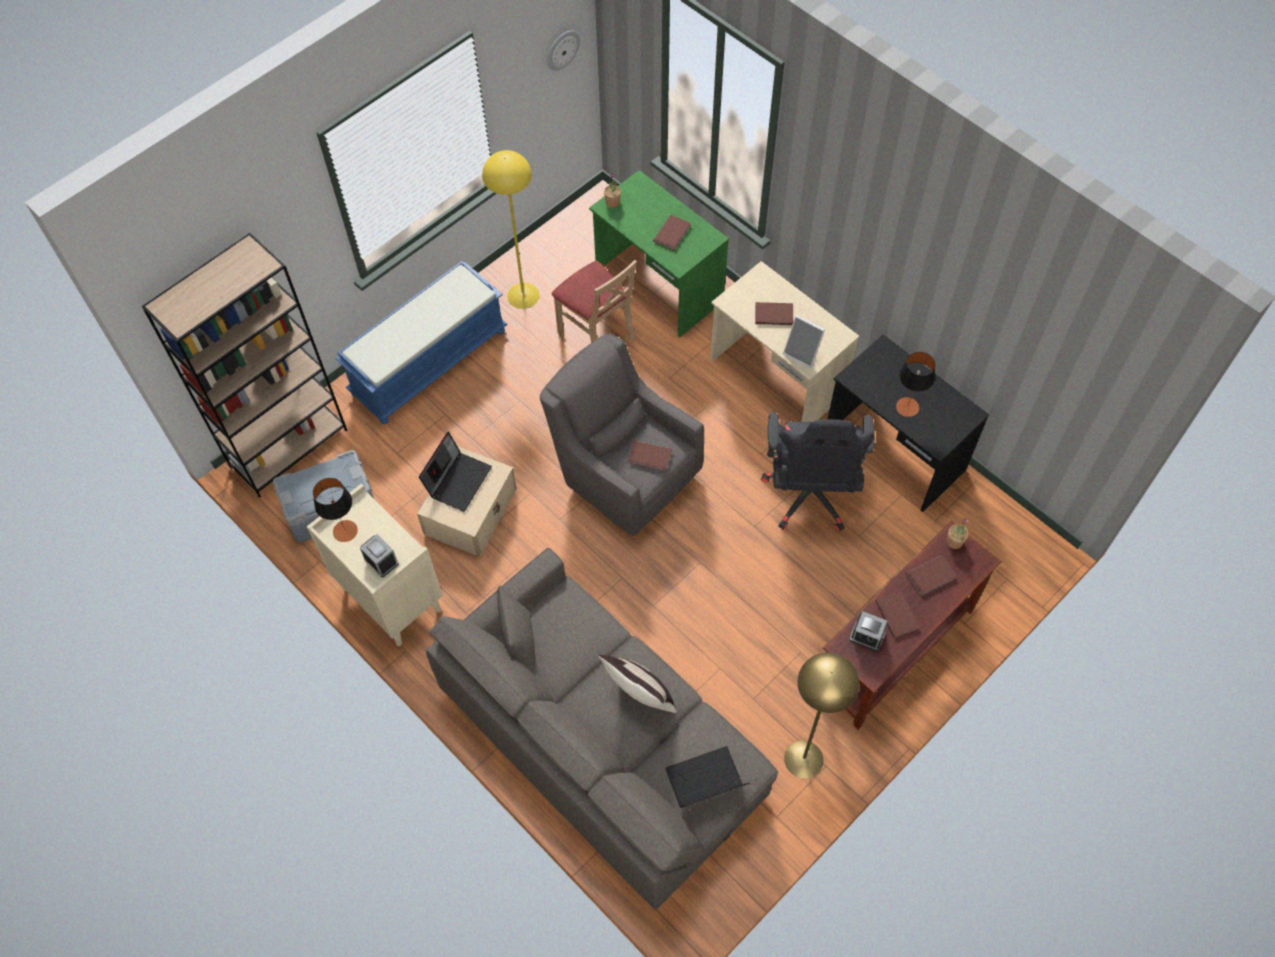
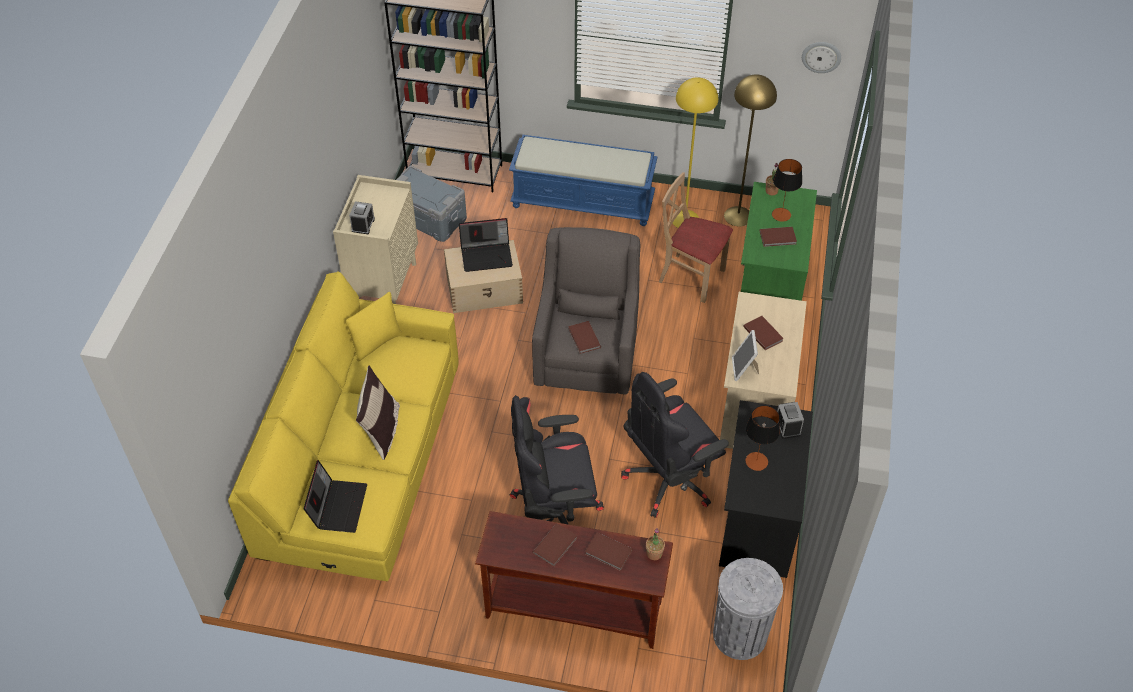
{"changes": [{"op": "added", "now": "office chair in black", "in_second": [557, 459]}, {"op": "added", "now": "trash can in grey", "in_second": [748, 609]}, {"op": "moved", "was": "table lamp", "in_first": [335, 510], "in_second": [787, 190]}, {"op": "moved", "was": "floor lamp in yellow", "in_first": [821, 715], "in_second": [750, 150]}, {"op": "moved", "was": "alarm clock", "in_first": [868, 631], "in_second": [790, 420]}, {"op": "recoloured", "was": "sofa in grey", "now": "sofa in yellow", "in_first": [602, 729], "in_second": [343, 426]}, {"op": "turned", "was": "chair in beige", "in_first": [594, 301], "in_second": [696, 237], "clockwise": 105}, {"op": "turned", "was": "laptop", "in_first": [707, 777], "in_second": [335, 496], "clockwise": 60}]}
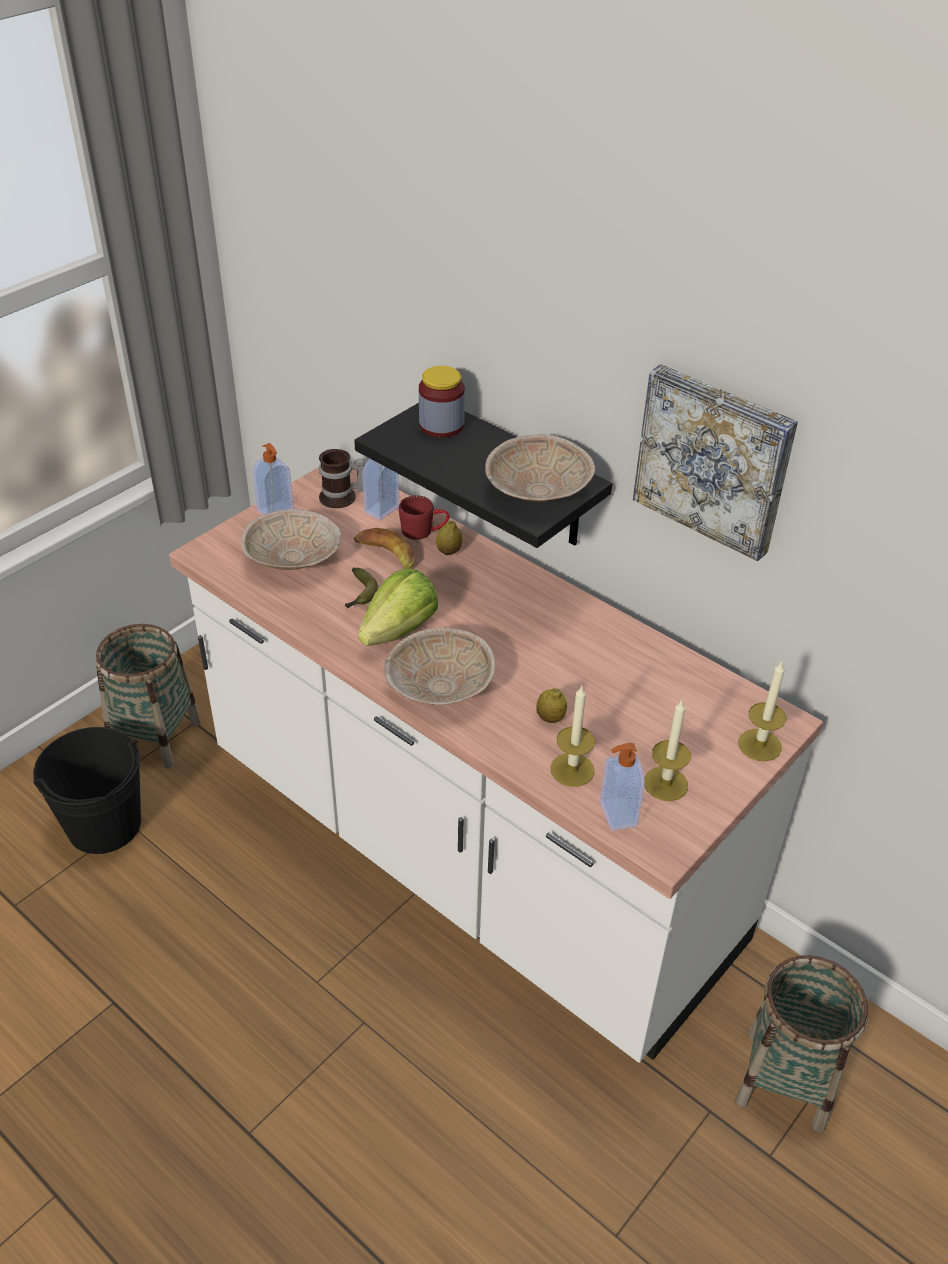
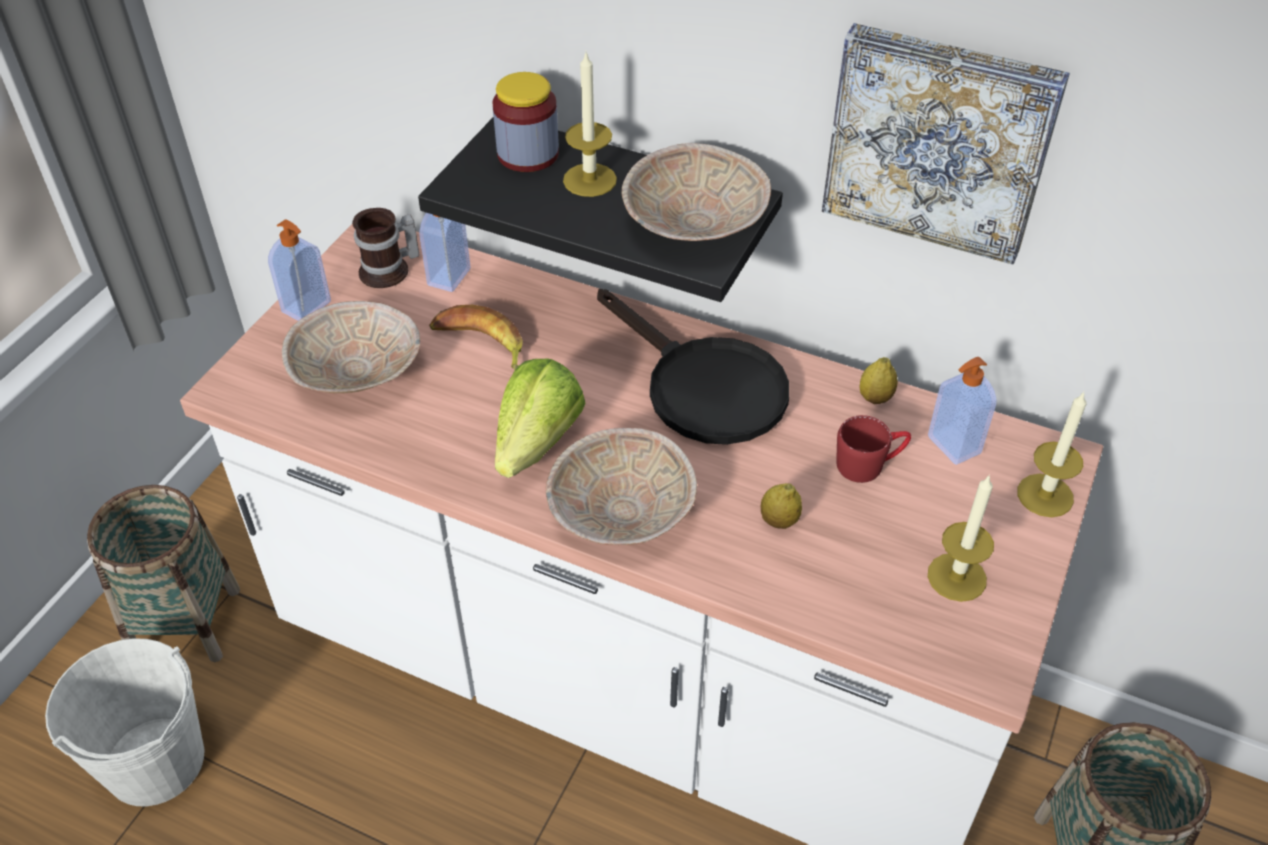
{"changes": [{"op": "removed", "was": "banana", "in_first": [361, 588]}, {"op": "added", "now": "frying pan in black", "in_second": [693, 367]}, {"op": "moved", "was": "mug in red", "in_first": [424, 517], "in_second": [873, 449]}, {"op": "moved", "was": "lemon", "in_first": [449, 538], "in_second": [879, 380]}, {"op": "moved", "was": "candle", "in_first": [573, 736], "in_second": [590, 125]}, {"op": "moved", "was": "soap dispenser", "in_first": [622, 787], "in_second": [962, 411]}, {"op": "recoloured", "was": "bucket in black", "now": "bucket in white", "in_first": [87, 790], "in_second": [124, 722]}]}
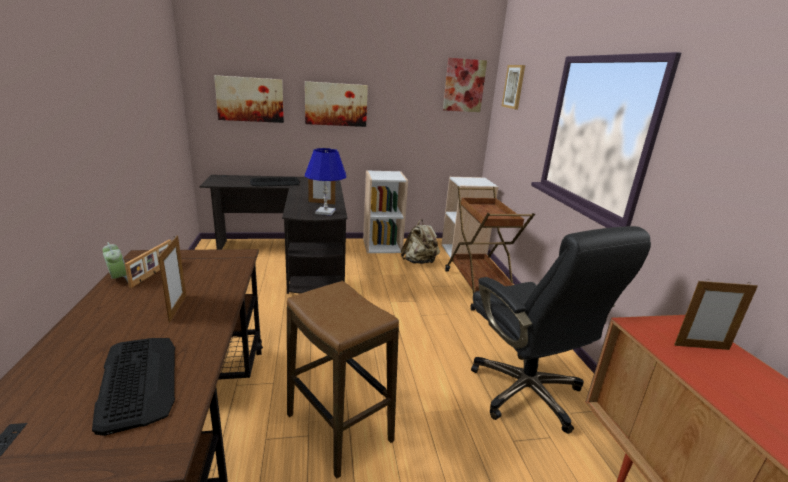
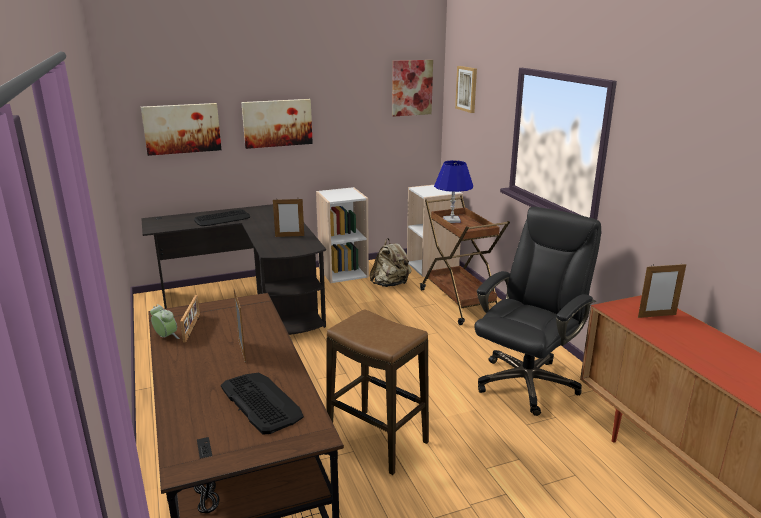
{"changes": [{"op": "moved", "was": "table lamp in blue", "in_first": [325, 182], "in_second": [453, 191]}, {"op": "turned", "was": "office chair in black", "in_first": [561, 330], "in_second": [537, 311], "clockwise": -105}]}
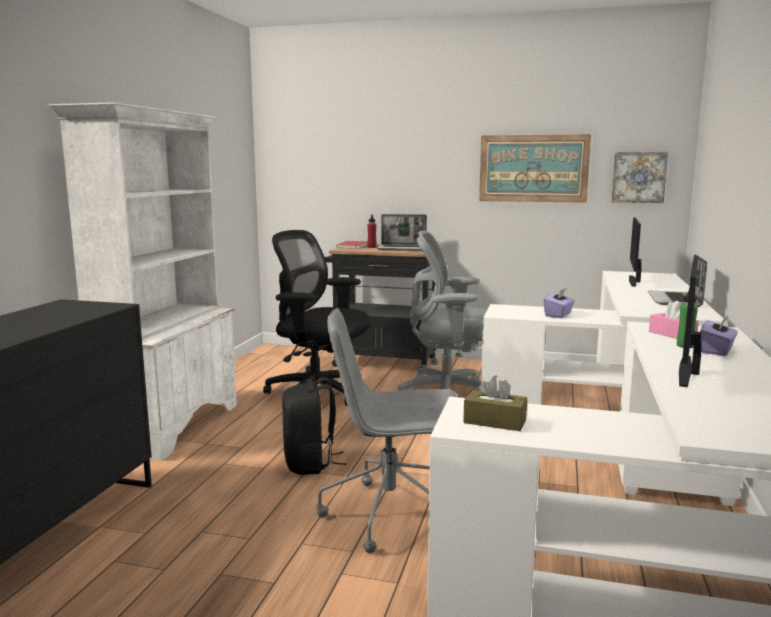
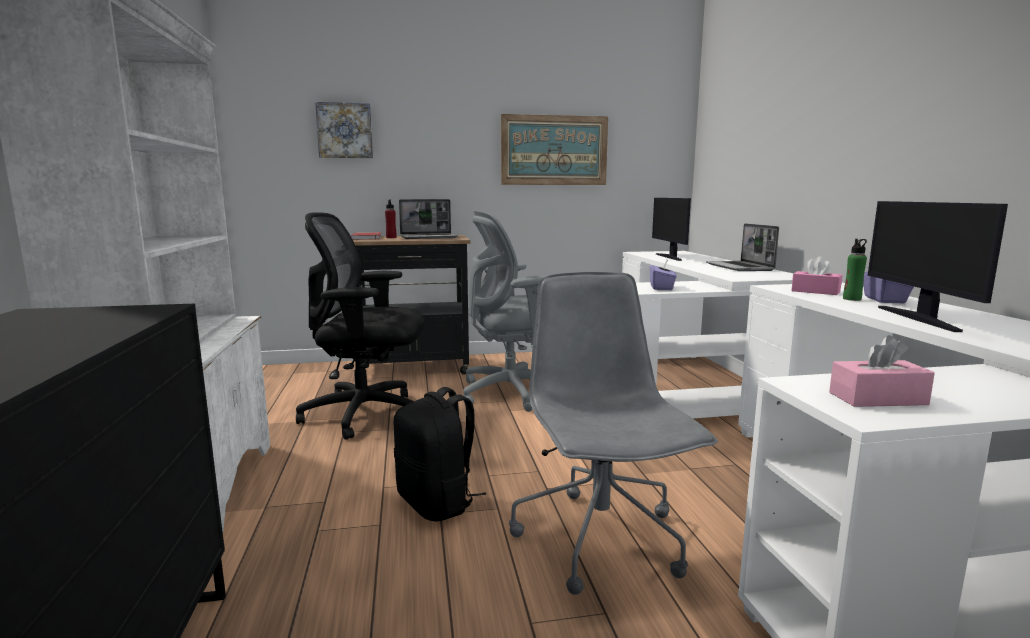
{"changes": [{"op": "moved", "was": "picture", "in_first": [639, 177], "in_second": [344, 130]}, {"op": "recoloured", "was": "tissue box in brown", "now": "tissue box in pink", "in_first": [495, 403], "in_second": [882, 371]}, {"op": "turned", "was": "office chair in grey", "in_first": [387, 430], "in_second": [613, 433], "clockwise": 105}]}
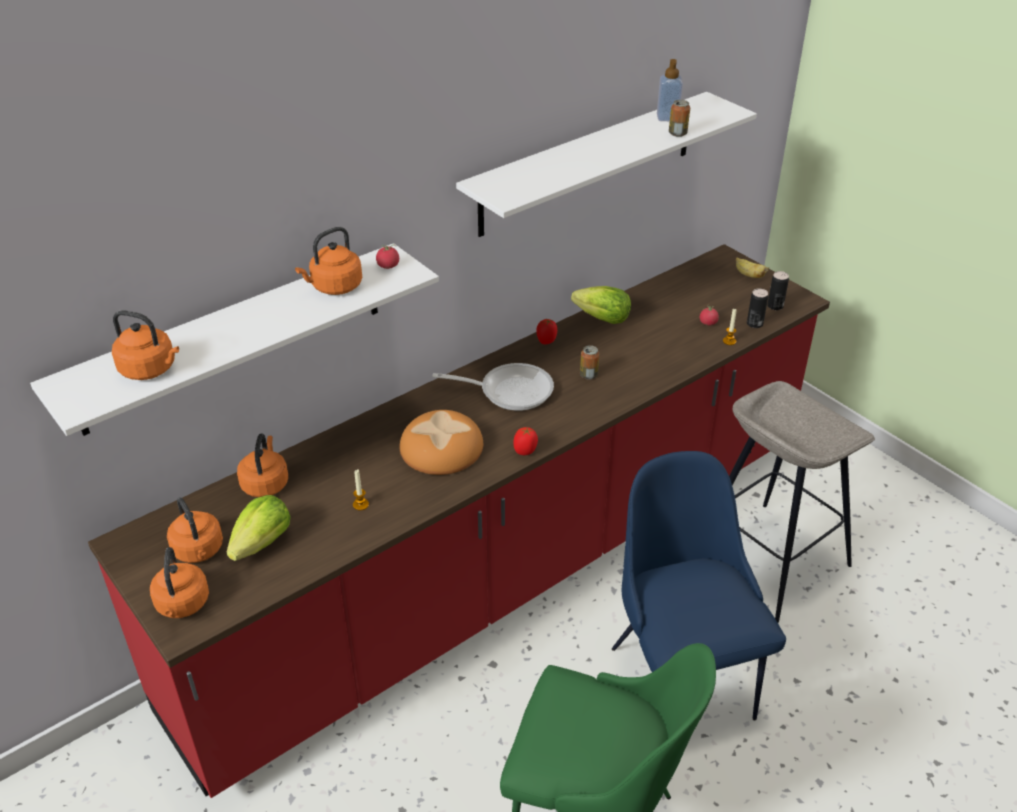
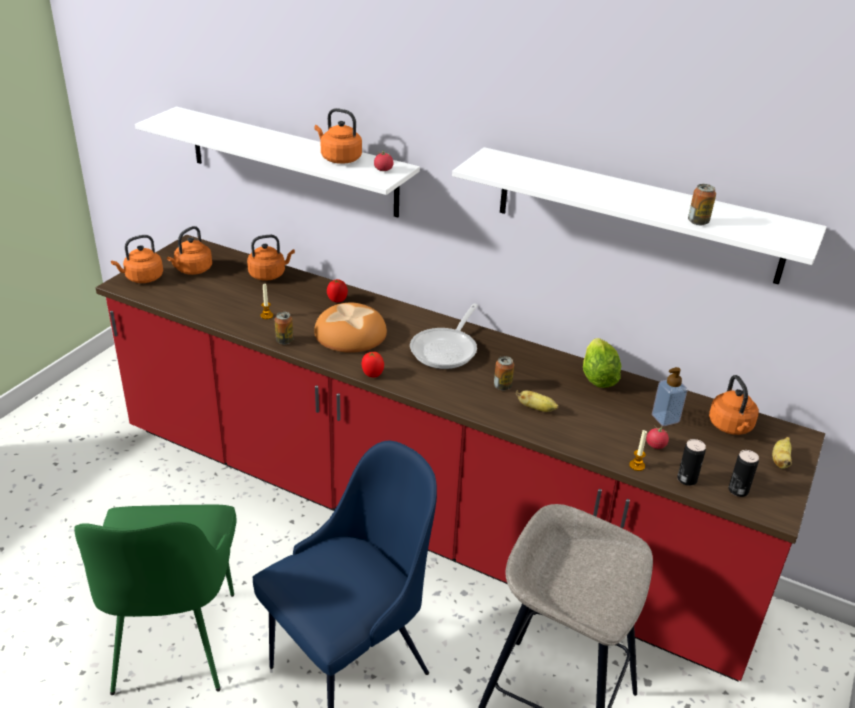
{"changes": [{"op": "removed", "was": "lettuce", "in_first": [259, 528]}, {"op": "added", "now": "can", "in_second": [284, 328]}, {"op": "added", "now": "banana", "in_second": [537, 401]}, {"op": "moved", "was": "kettle in orange", "in_first": [145, 345], "in_second": [734, 405]}, {"op": "moved", "was": "tomato", "in_first": [546, 331], "in_second": [337, 290]}, {"op": "moved", "was": "soap dispenser", "in_first": [670, 90], "in_second": [670, 396]}, {"op": "turned", "was": "frying pan", "in_first": [493, 387], "in_second": [444, 336], "clockwise": 45}]}
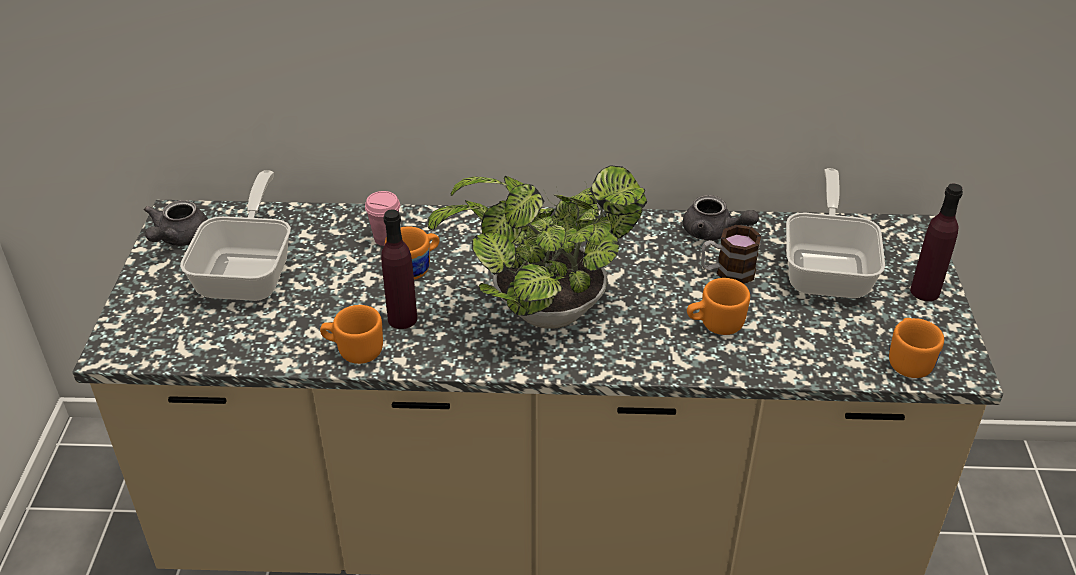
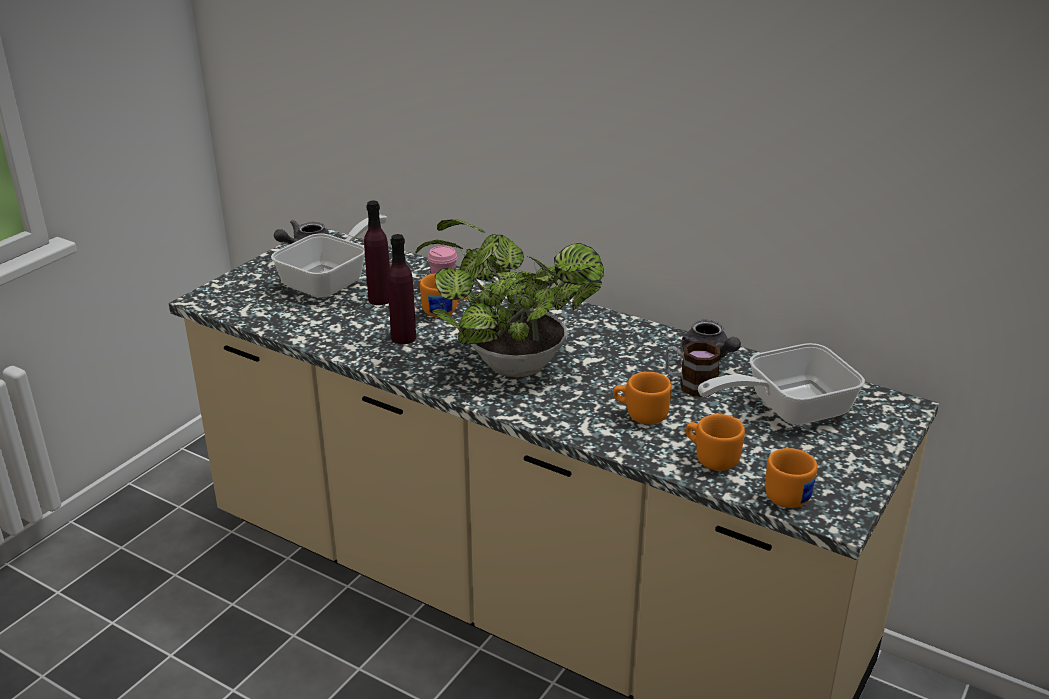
{"changes": [{"op": "moved", "was": "mug in orange", "in_first": [351, 334], "in_second": [715, 442]}, {"op": "moved", "was": "bottle in purple", "in_first": [936, 242], "in_second": [377, 253]}, {"op": "turned", "was": "frying pan", "in_first": [835, 233], "in_second": [781, 384], "clockwise": -150}]}
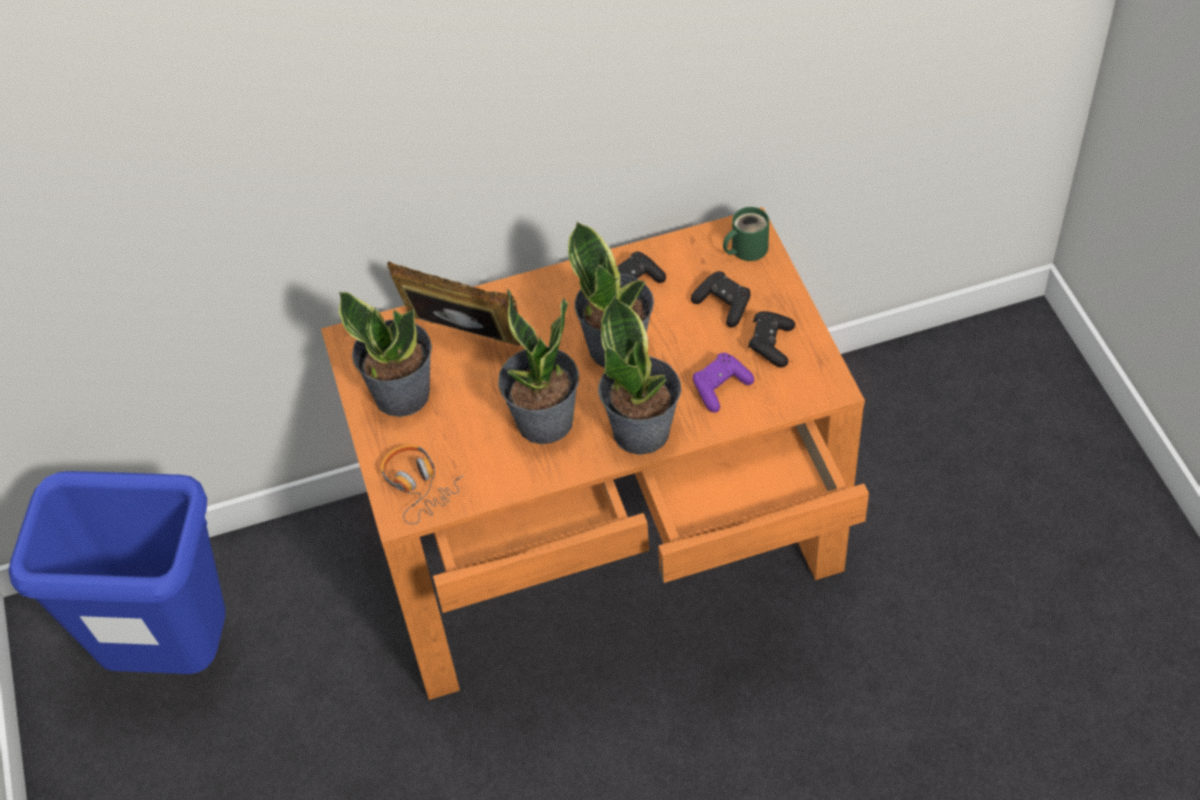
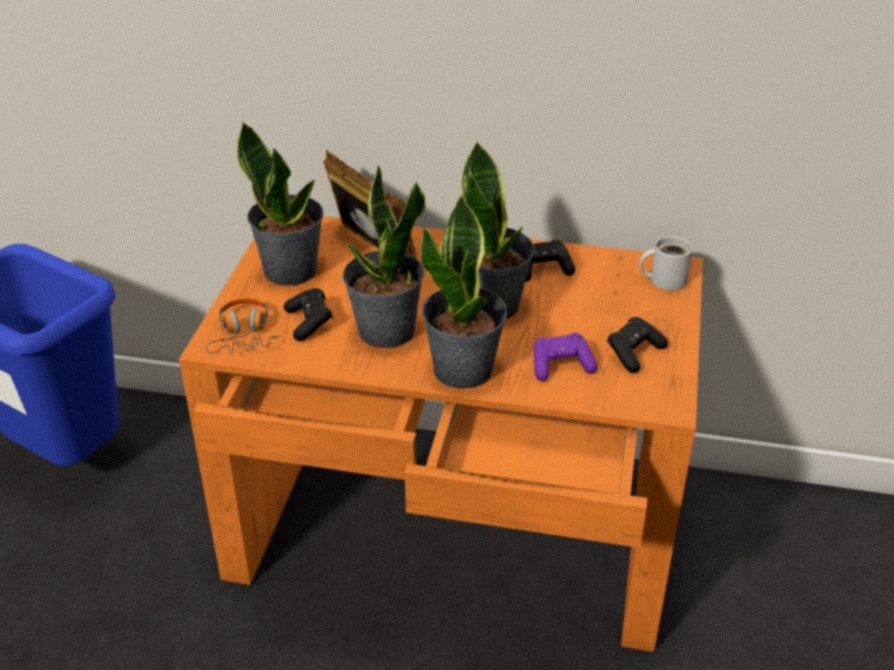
{"changes": [{"op": "moved", "was": "game controller in black", "in_first": [721, 299], "in_second": [308, 314]}, {"op": "recoloured", "was": "mug in green", "now": "mug in white", "in_first": [746, 234], "in_second": [666, 263]}]}
